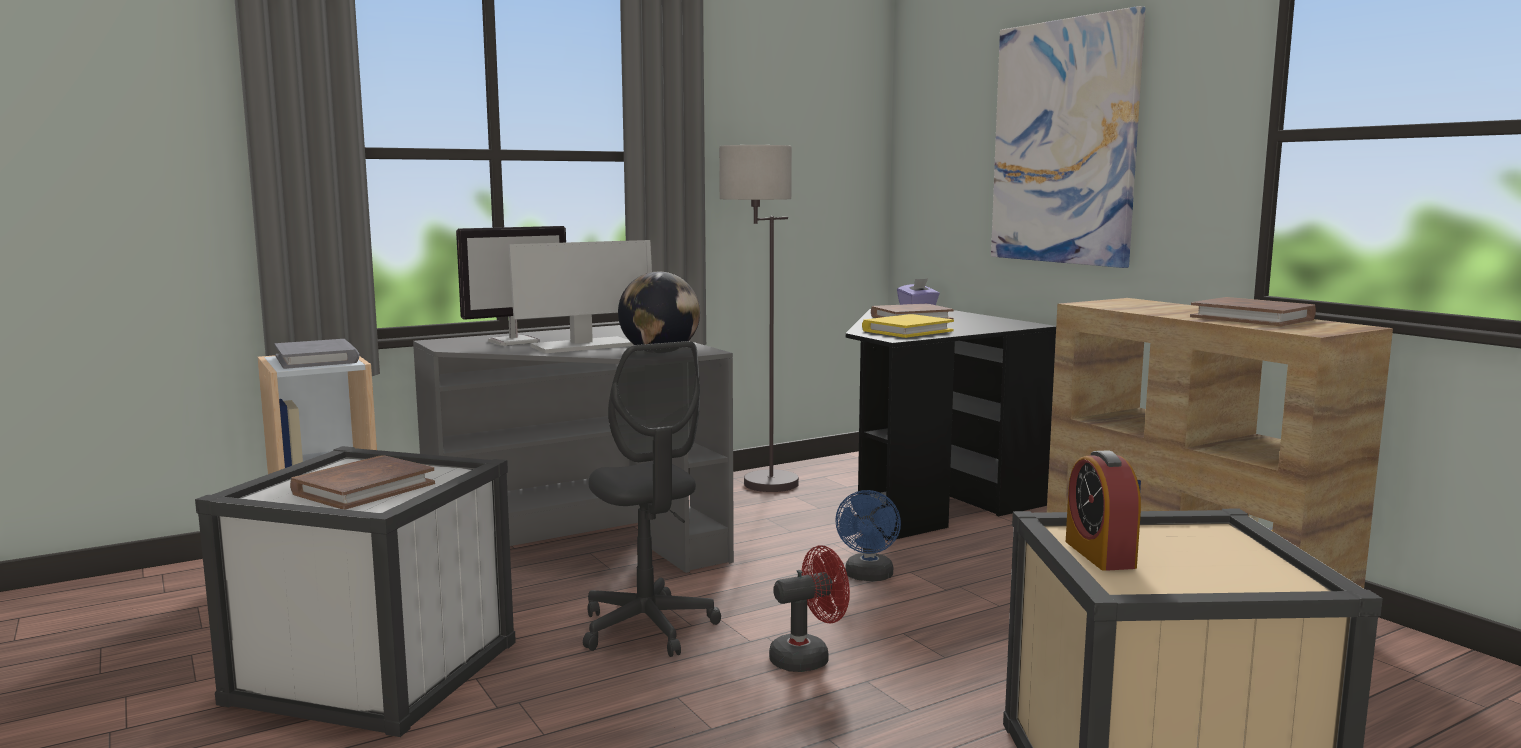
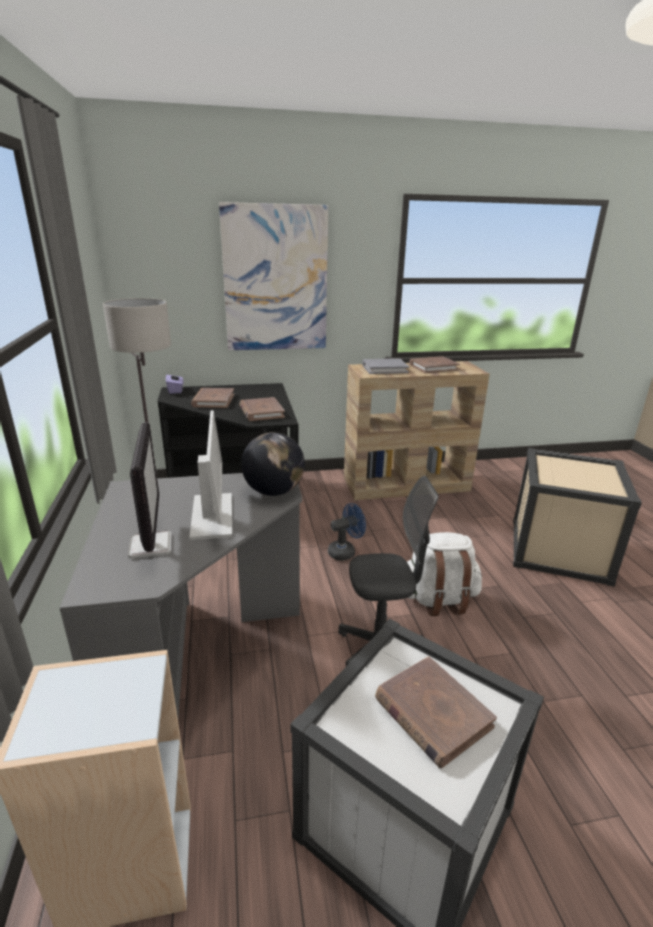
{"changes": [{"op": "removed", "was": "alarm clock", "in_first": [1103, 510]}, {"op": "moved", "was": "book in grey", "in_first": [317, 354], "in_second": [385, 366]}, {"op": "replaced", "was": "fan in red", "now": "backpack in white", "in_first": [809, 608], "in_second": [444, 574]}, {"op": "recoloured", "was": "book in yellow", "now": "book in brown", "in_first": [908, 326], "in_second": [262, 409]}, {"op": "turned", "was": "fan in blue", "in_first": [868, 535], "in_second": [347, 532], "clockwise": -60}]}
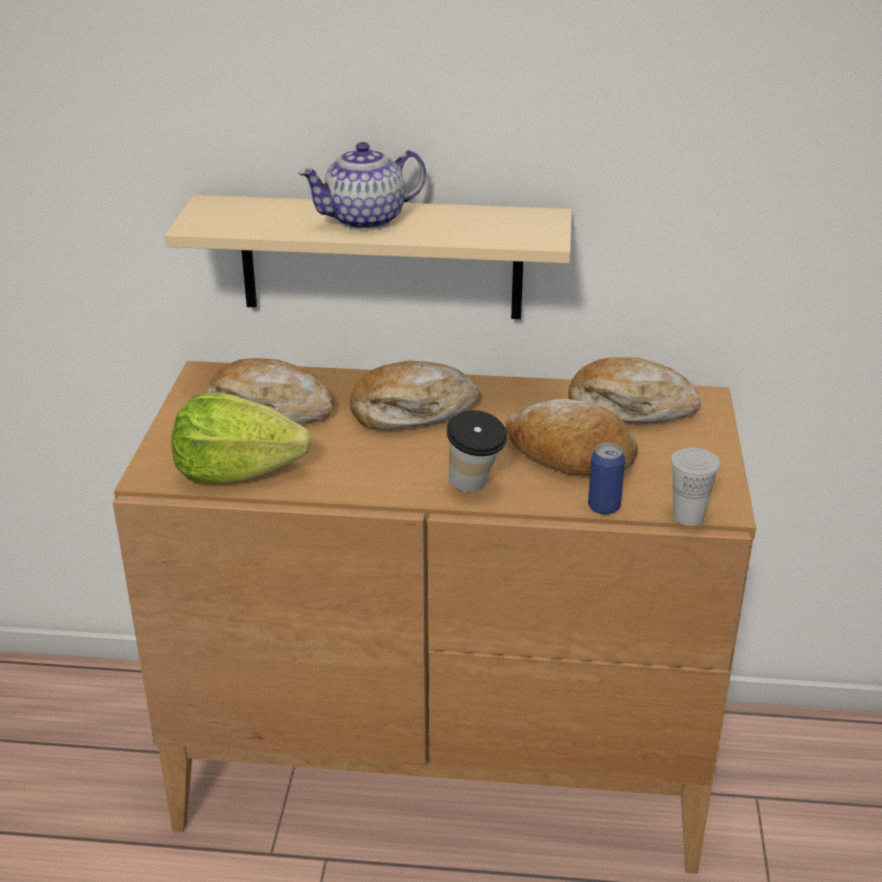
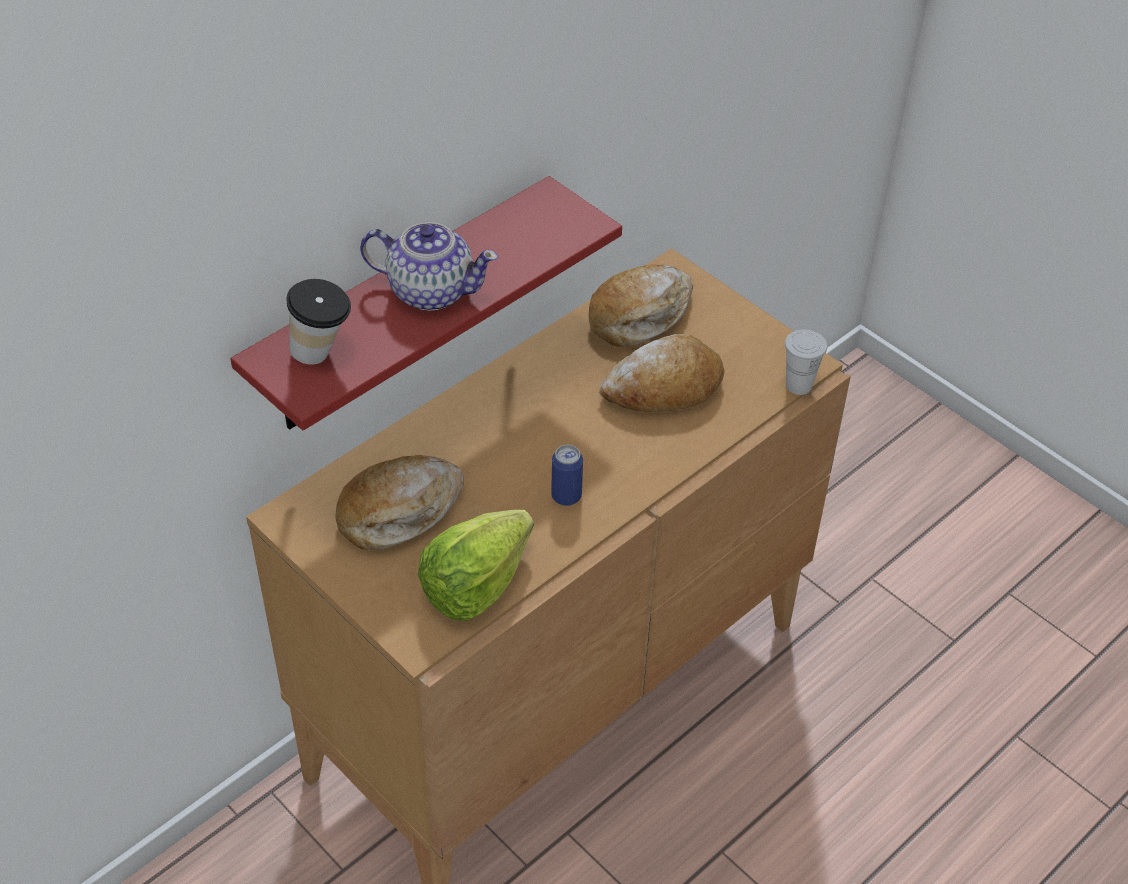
{"changes": [{"op": "removed", "was": "bread", "in_first": [415, 395]}, {"op": "moved", "was": "cup", "in_first": [477, 451], "in_second": [318, 322]}, {"op": "moved", "was": "can", "in_first": [606, 479], "in_second": [567, 475]}, {"op": "recoloured", "was": "shelf in beige", "now": "shelf in red", "in_first": [368, 257], "in_second": [426, 303]}, {"op": "turned", "was": "teapot", "in_first": [362, 186], "in_second": [429, 266], "clockwise": -90}]}
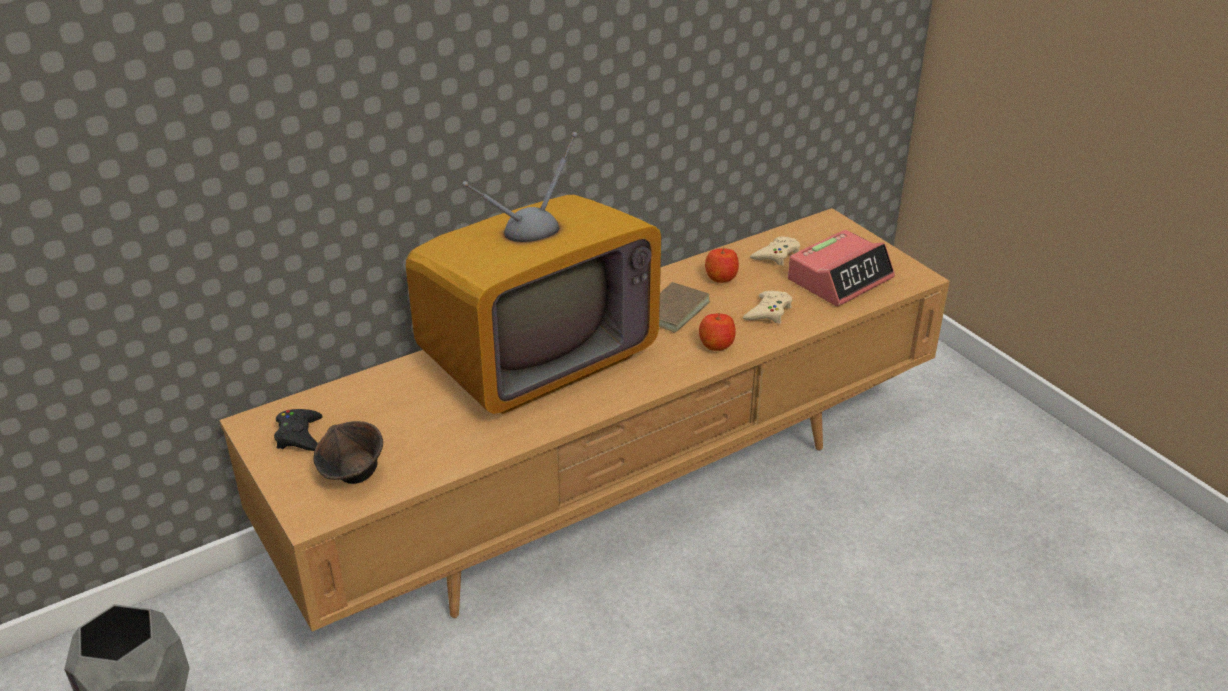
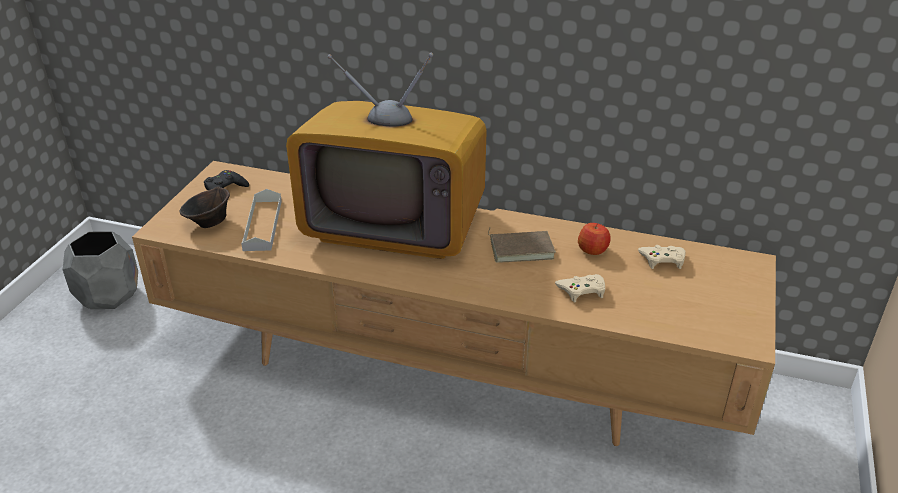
{"changes": [{"op": "removed", "was": "apple", "in_first": [717, 332]}, {"op": "removed", "was": "alarm clock", "in_first": [841, 268]}, {"op": "added", "now": "tray in grey", "in_second": [261, 220]}]}
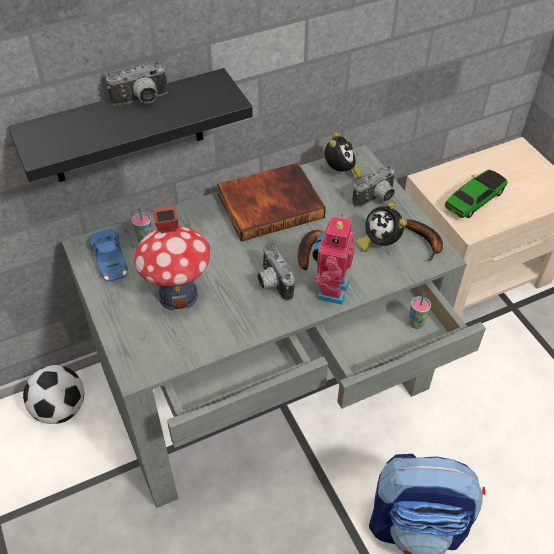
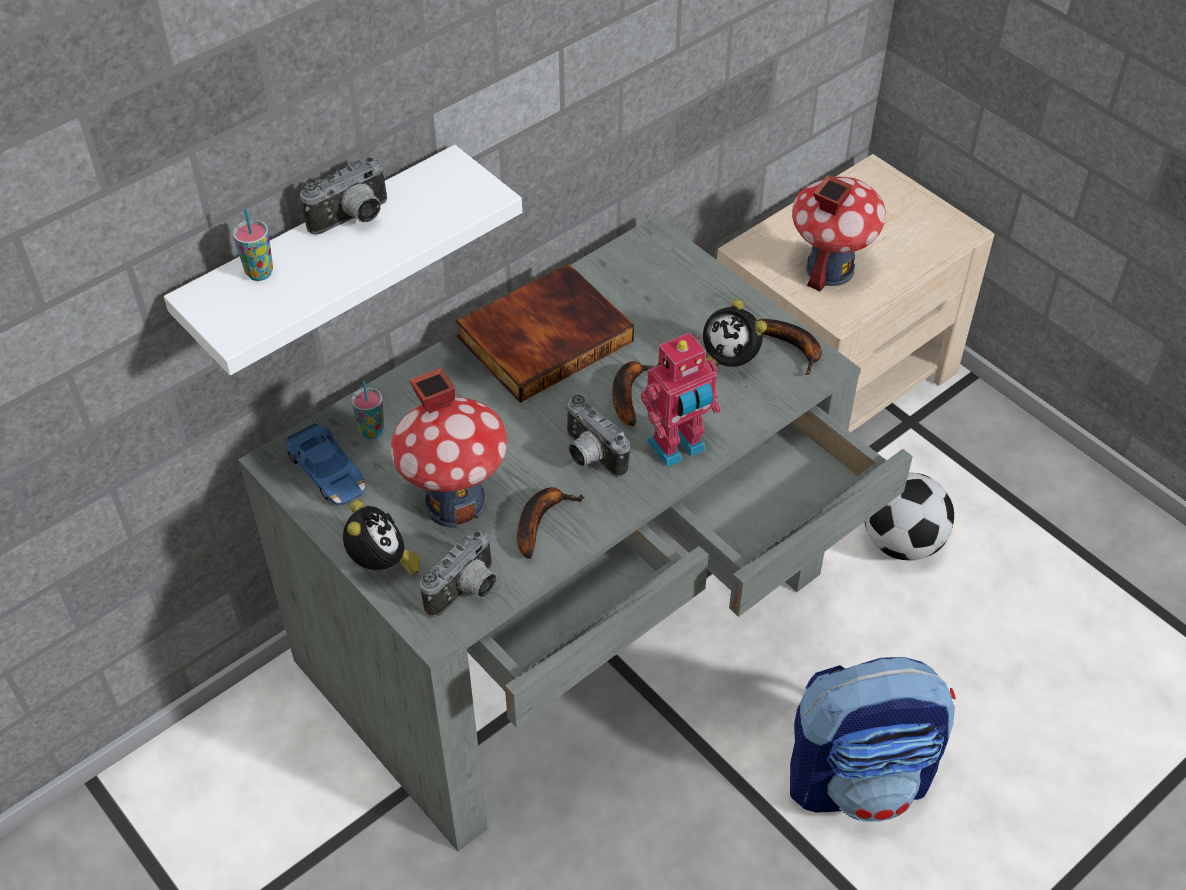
{"changes": [{"op": "added", "now": "banana", "in_second": [550, 523]}, {"op": "moved", "was": "football", "in_first": [53, 394], "in_second": [909, 516]}, {"op": "moved", "was": "alarm clock", "in_first": [343, 155], "in_second": [381, 538]}, {"op": "moved", "was": "photo camera", "in_first": [374, 186], "in_second": [458, 574]}, {"op": "moved", "was": "cup", "in_first": [420, 311], "in_second": [253, 245]}, {"op": "replaced", "was": "toy car", "now": "toy house", "in_first": [476, 193], "in_second": [839, 233]}, {"op": "recoloured", "was": "shelf in black", "now": "shelf in white", "in_first": [130, 125], "in_second": [343, 260]}, {"op": "turned", "was": "toy robot", "in_first": [333, 259], "in_second": [681, 400], "clockwise": -120}]}
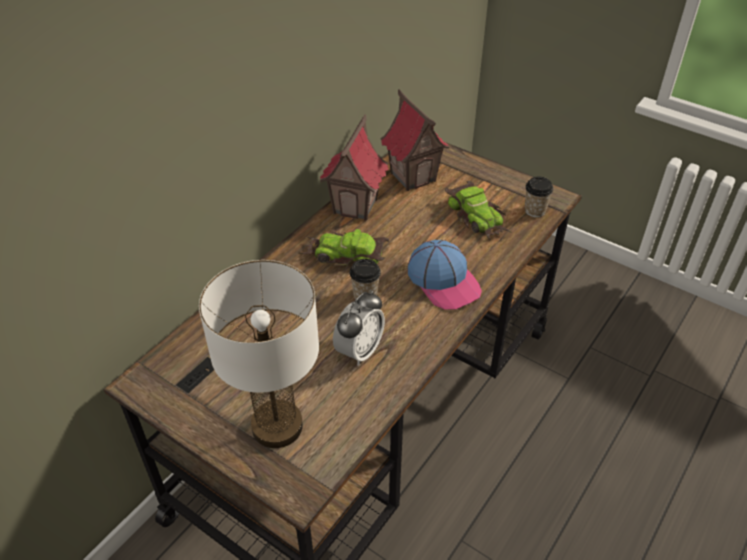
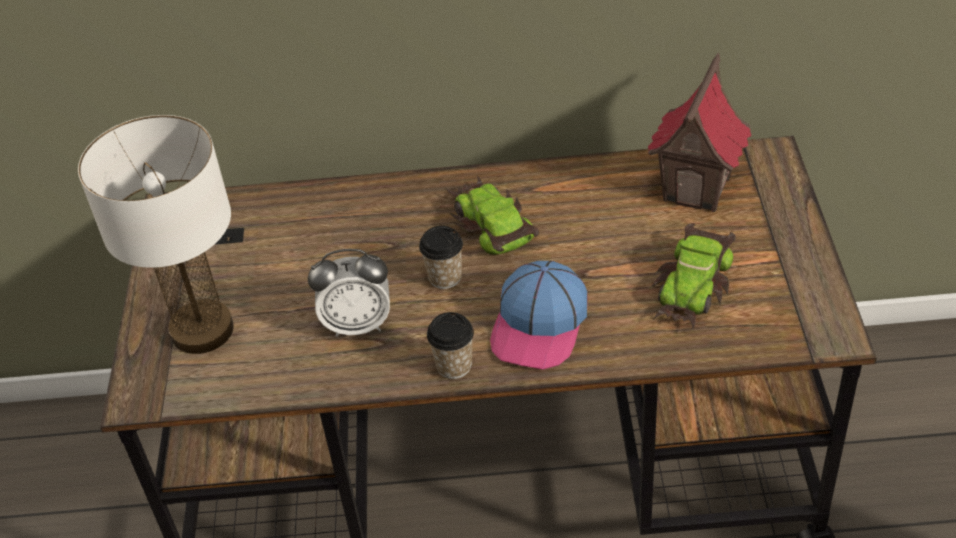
{"changes": [{"op": "removed", "was": "toy house", "in_first": [354, 168]}, {"op": "moved", "was": "cup", "in_first": [539, 196], "in_second": [450, 345]}]}
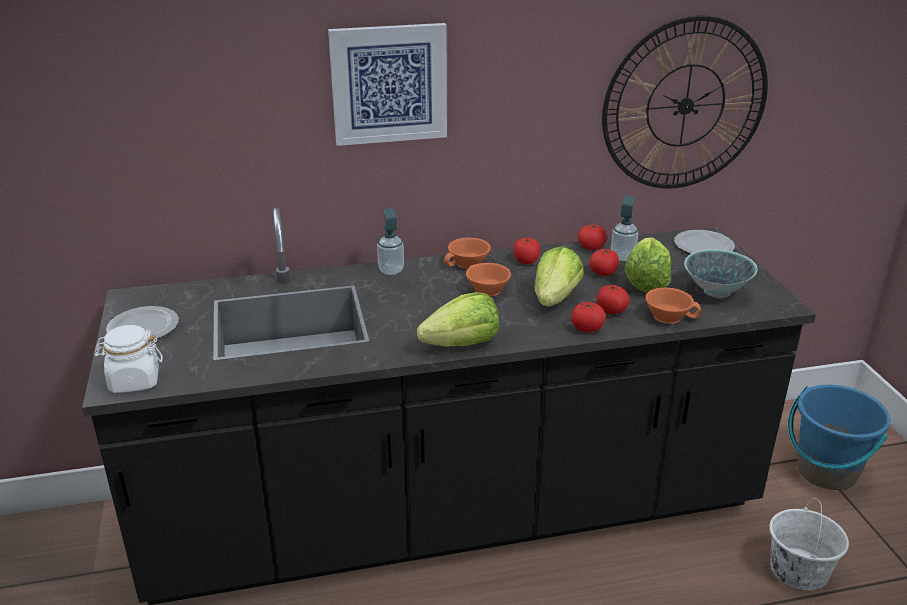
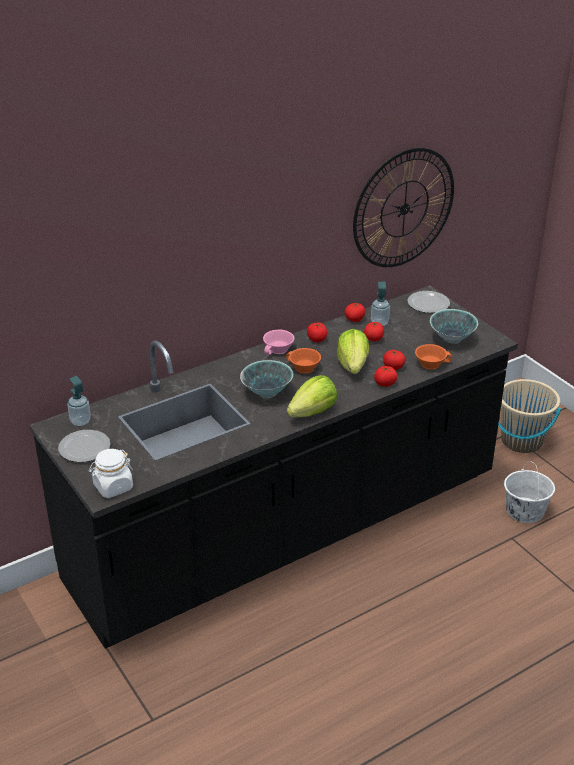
{"changes": [{"op": "removed", "was": "picture", "in_first": [387, 84]}, {"op": "removed", "was": "lettuce", "in_first": [648, 265]}, {"op": "added", "now": "bowl", "in_second": [266, 379]}, {"op": "moved", "was": "soap dispenser", "in_first": [390, 241], "in_second": [79, 401]}, {"op": "recoloured", "was": "cup in orange", "now": "cup in pink", "in_first": [467, 253], "in_second": [278, 342]}, {"op": "recoloured", "was": "bucket in blue", "now": "bucket in beige", "in_first": [839, 437], "in_second": [529, 416]}]}
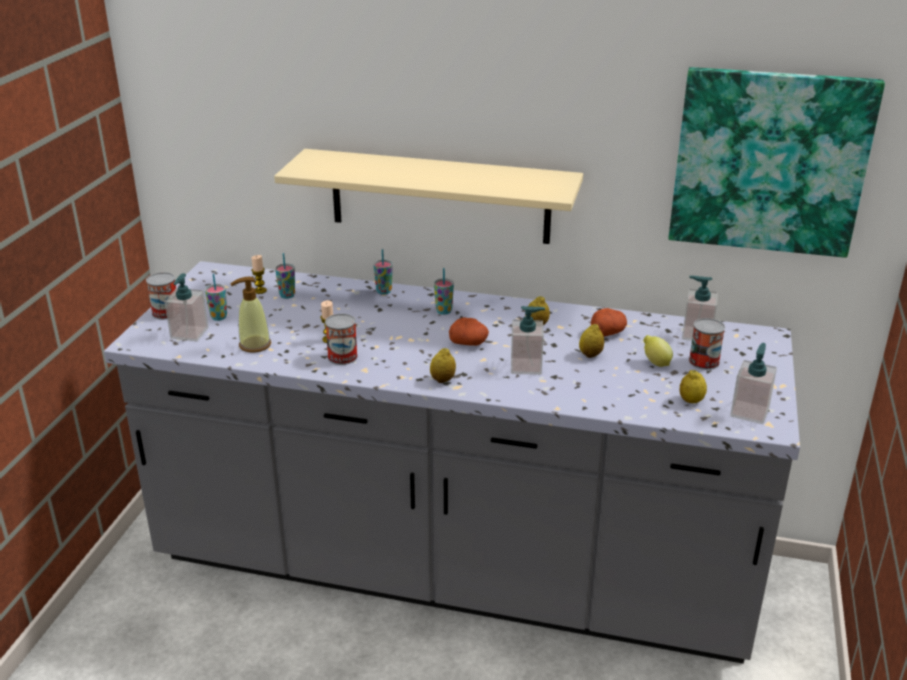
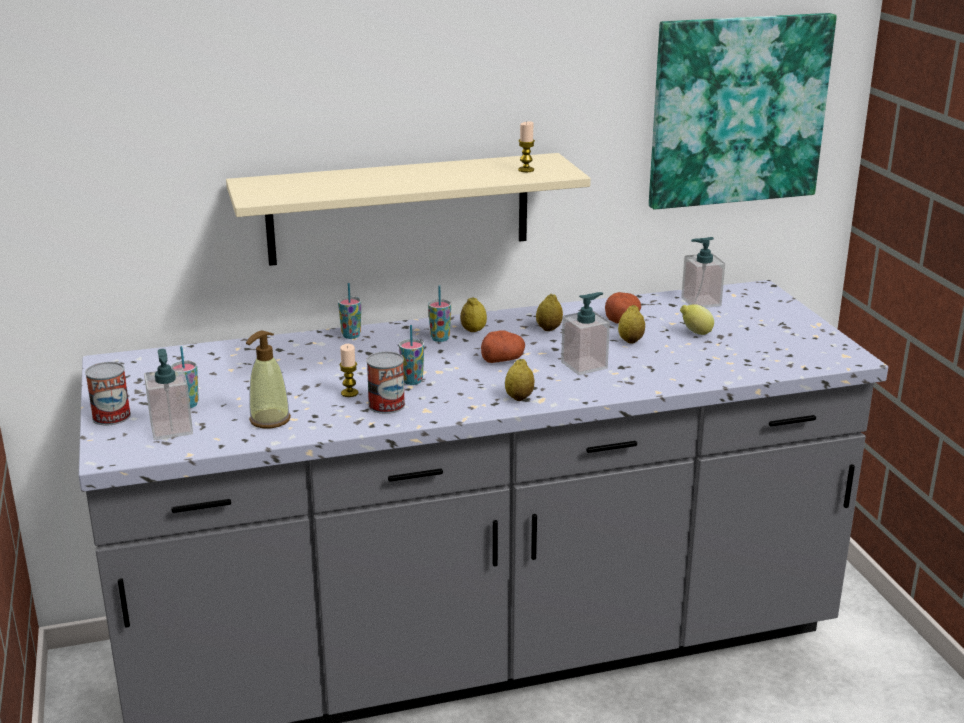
{"changes": [{"op": "removed", "was": "can", "in_first": [707, 344]}, {"op": "removed", "was": "soap dispenser", "in_first": [753, 383]}, {"op": "moved", "was": "candle", "in_first": [259, 274], "in_second": [526, 146]}, {"op": "moved", "was": "cup", "in_first": [285, 276], "in_second": [411, 355]}, {"op": "moved", "was": "lemon", "in_first": [693, 386], "in_second": [473, 314]}]}
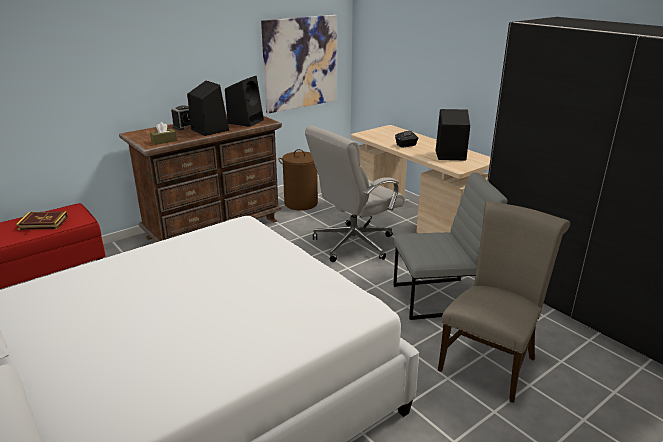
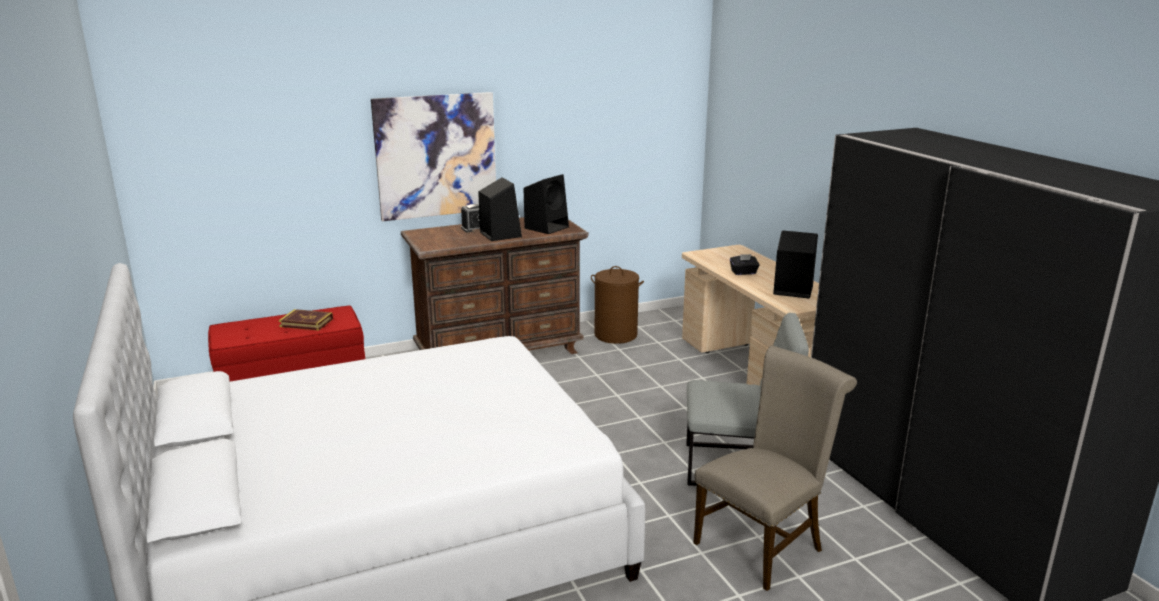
{"changes": [{"op": "removed", "was": "tissue box in brown", "in_first": [163, 133]}, {"op": "removed", "was": "office chair in grey", "in_first": [355, 194]}, {"op": "moved", "was": "picture", "in_first": [299, 64], "in_second": [433, 156]}]}
